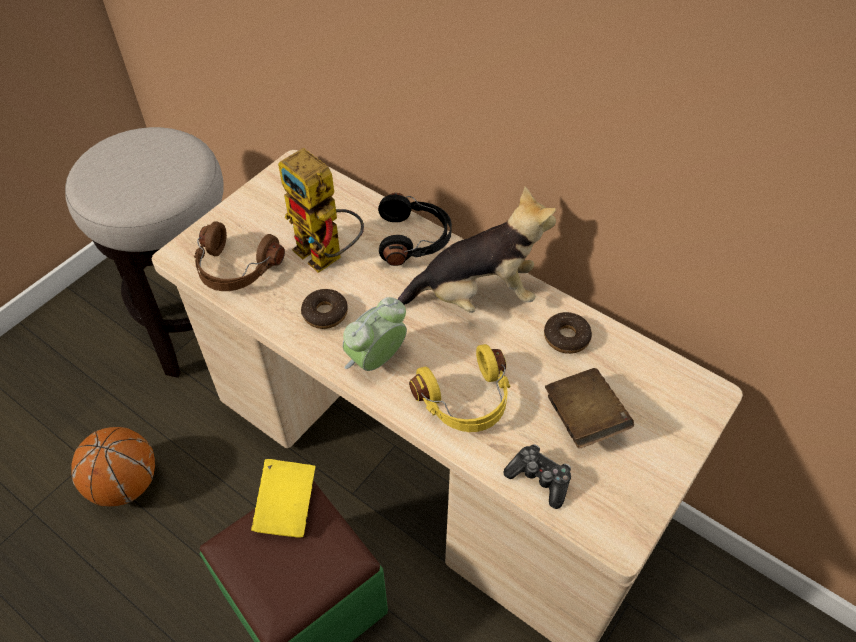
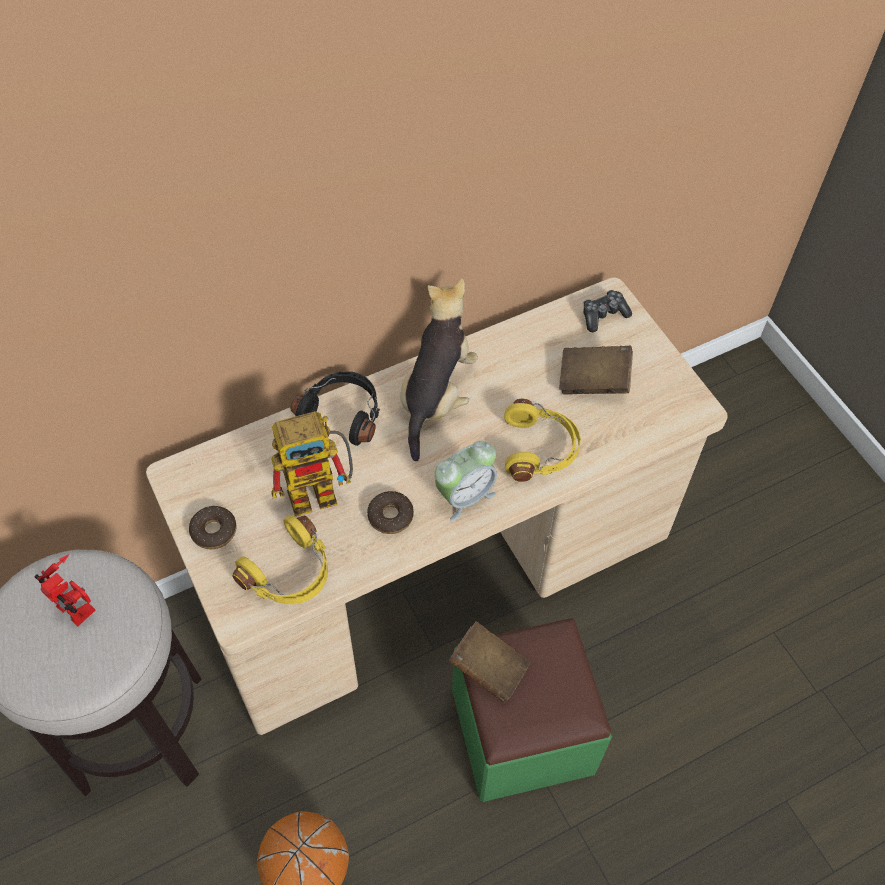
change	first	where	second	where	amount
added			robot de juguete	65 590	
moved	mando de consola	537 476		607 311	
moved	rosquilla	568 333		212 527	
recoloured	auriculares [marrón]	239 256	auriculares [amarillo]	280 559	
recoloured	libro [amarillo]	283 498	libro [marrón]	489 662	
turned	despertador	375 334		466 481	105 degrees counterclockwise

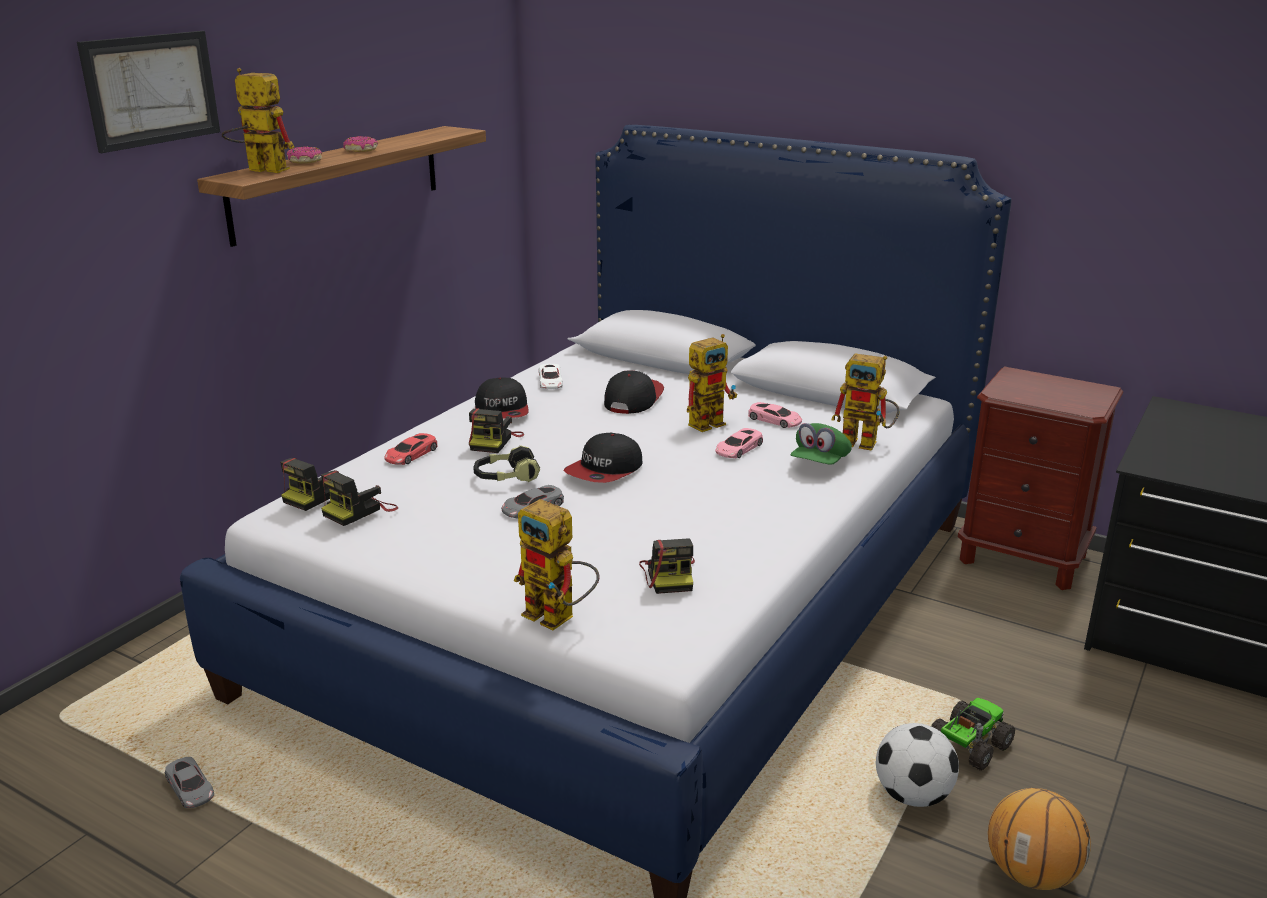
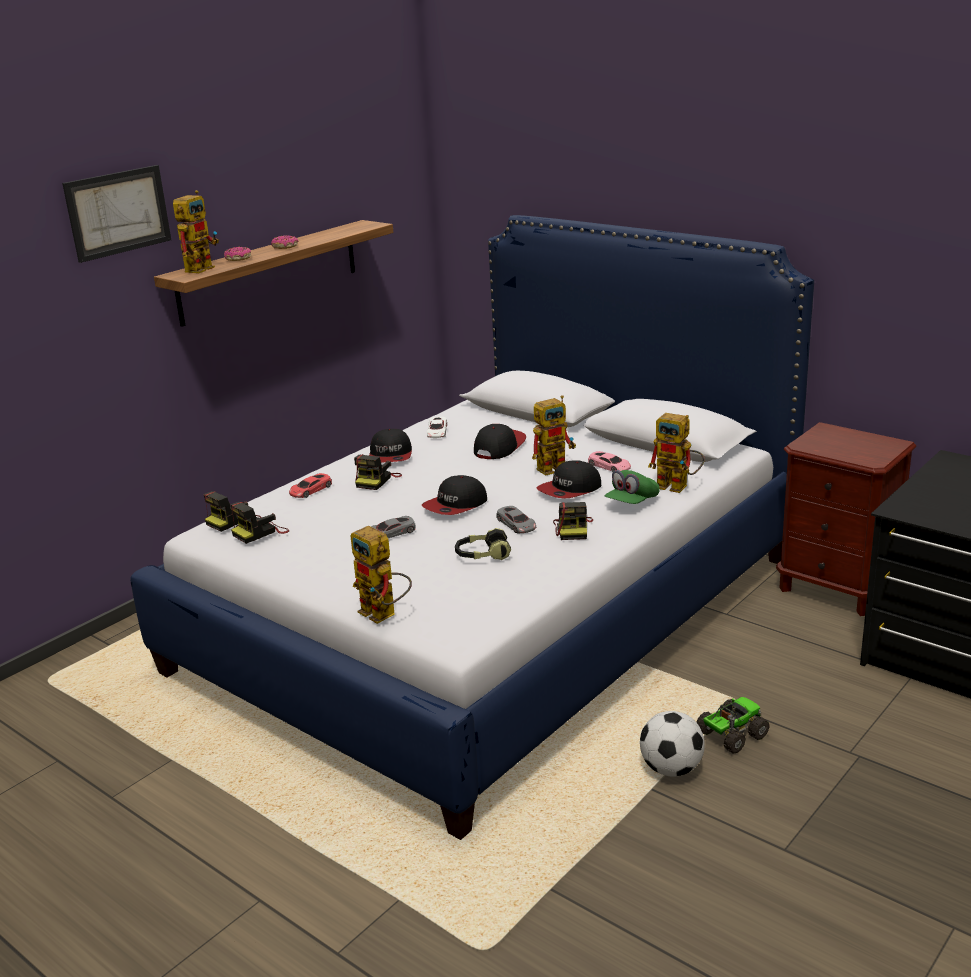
change	first	where	second	where	amount
removed	balón de baloncesto	1039 839			
moved	coche de juguete [gris]	189 782		516 519	
moved	auriculares	506 463		483 544	
moved	cámara	667 566		573 521	
replaced	coche de juguete [rosa]	739 443	gorra	568 479	
turned	robot de juguete	257 120		196 231	90 degrees clockwise

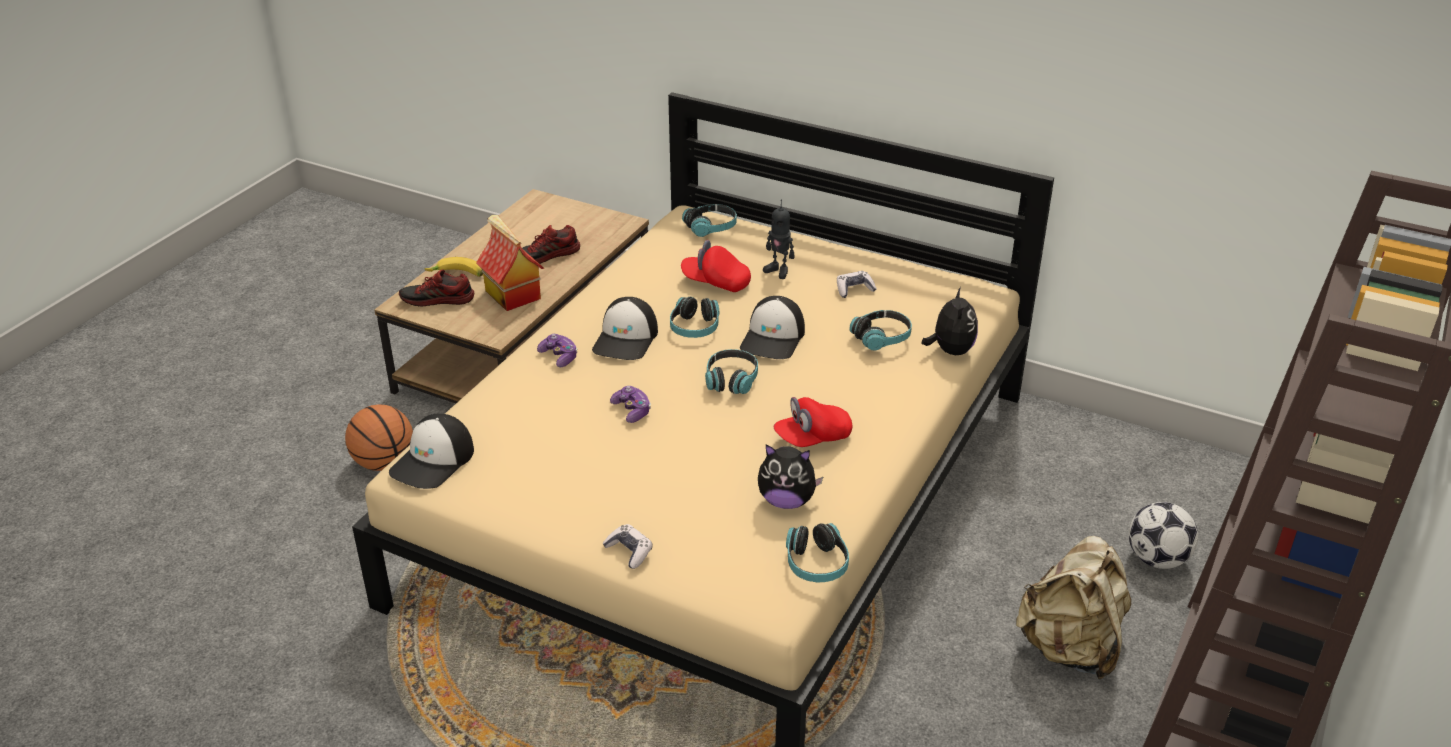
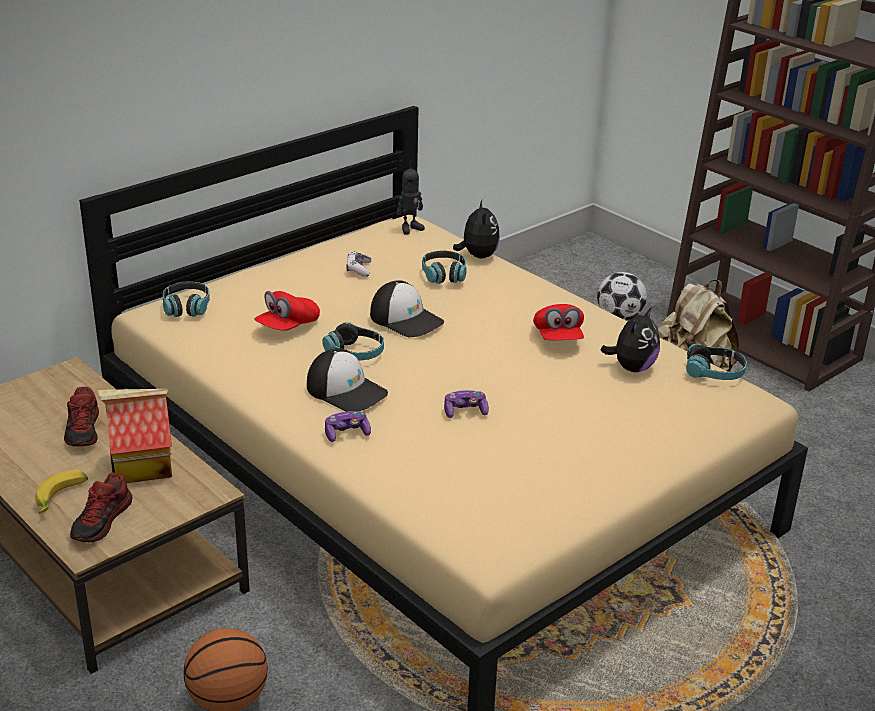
change	first	where	second	where	amount
removed	gorra	431 451			
removed	mando de consola	627 546			
removed	auriculares	731 371			
moved	robot de juguete	778 239		411 198	
turned	peluche	949 321		476 229	60 degrees clockwise

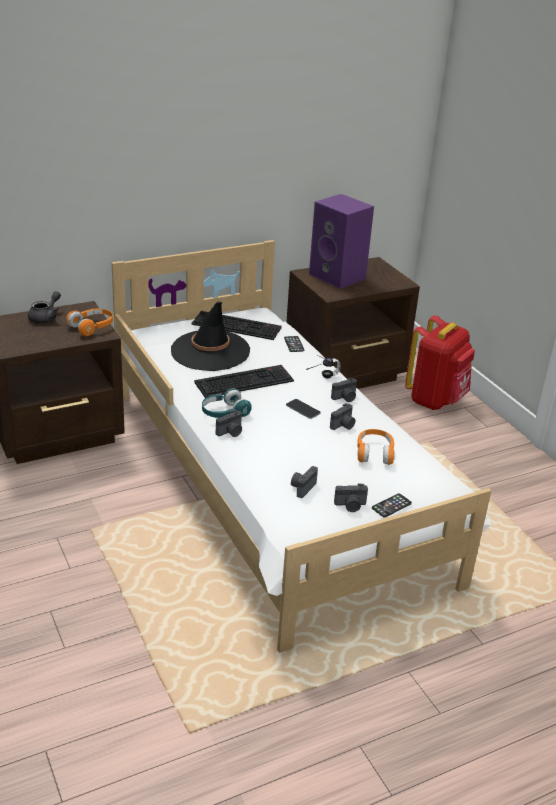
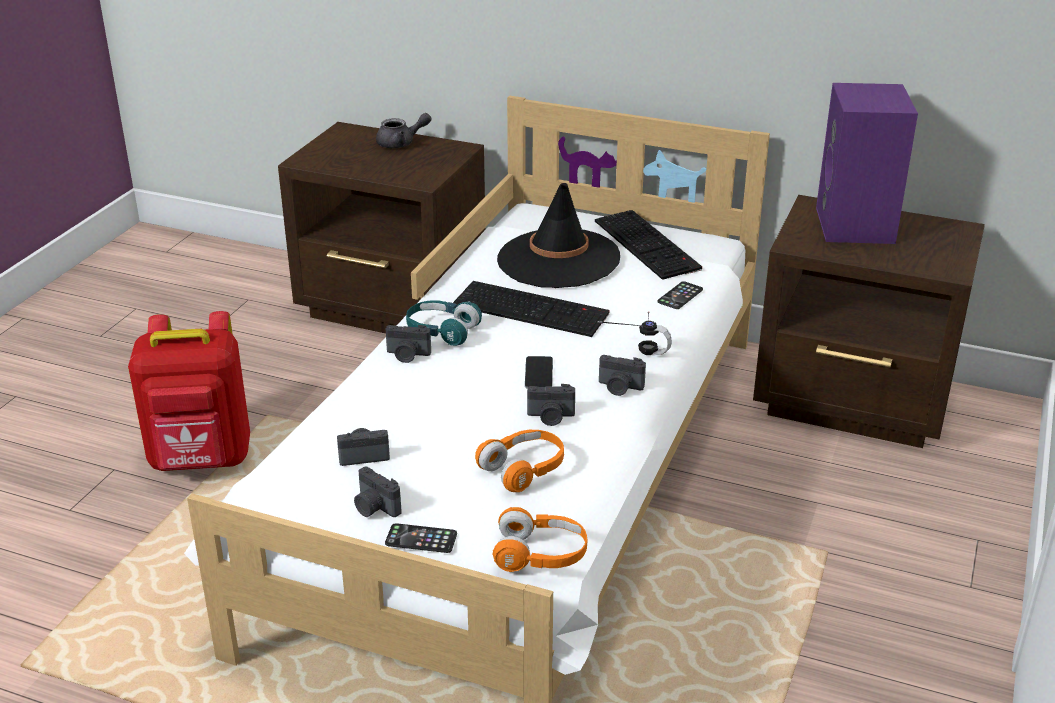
change	first	where	second	where	amount
moved	auriculares [naranja]	89 322		540 539	
moved	mochila [rojo]	440 362		189 391	

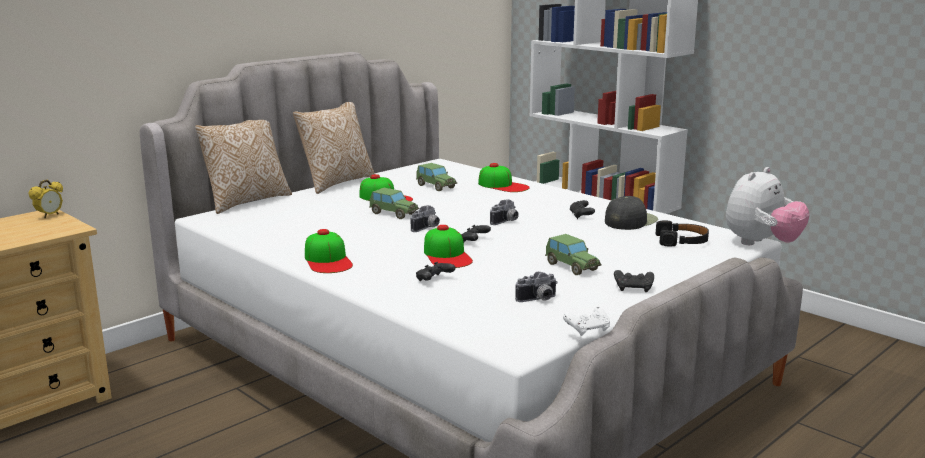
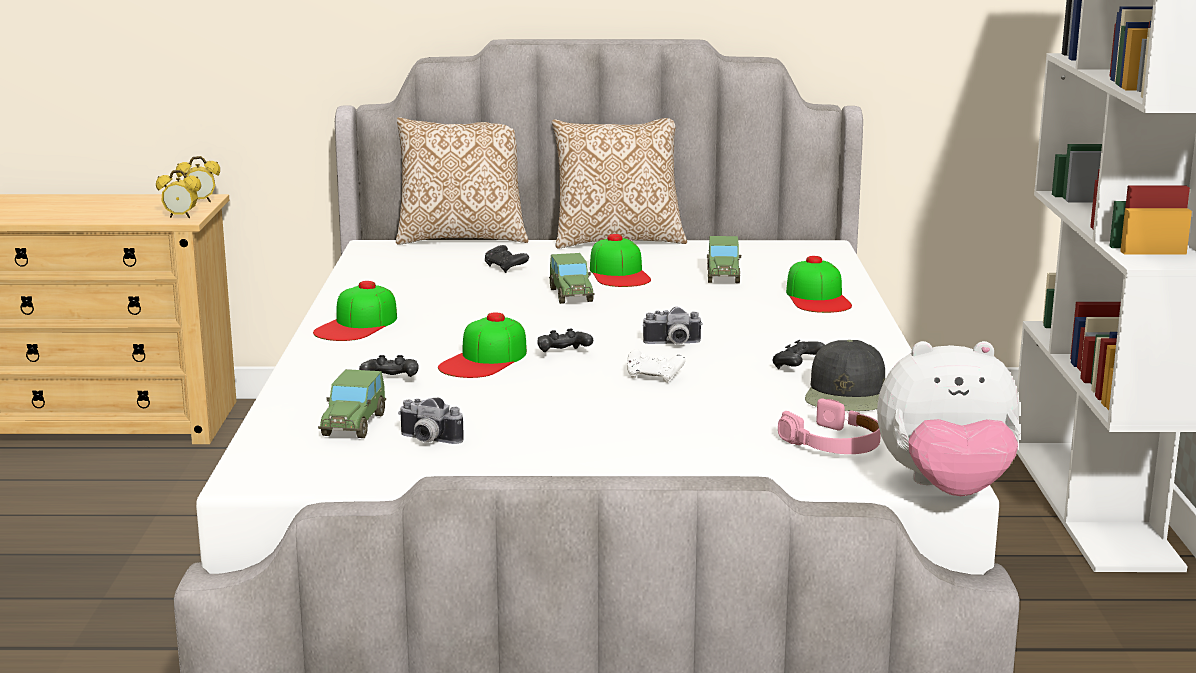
change	first	where	second	where	amount
removed	cámara	425 218			
added			despertador	178 194	
moved	coche de juguete	573 254		352 403	
moved	mando de consola [blanco]	586 321		656 366	
moved	mando de consola [negro]	634 281		507 259	
recoloured	auriculares [negro]	682 233	auriculares [rosa]	829 426	
turned	gorra [negro]	631 213		845 375	105 degrees clockwise

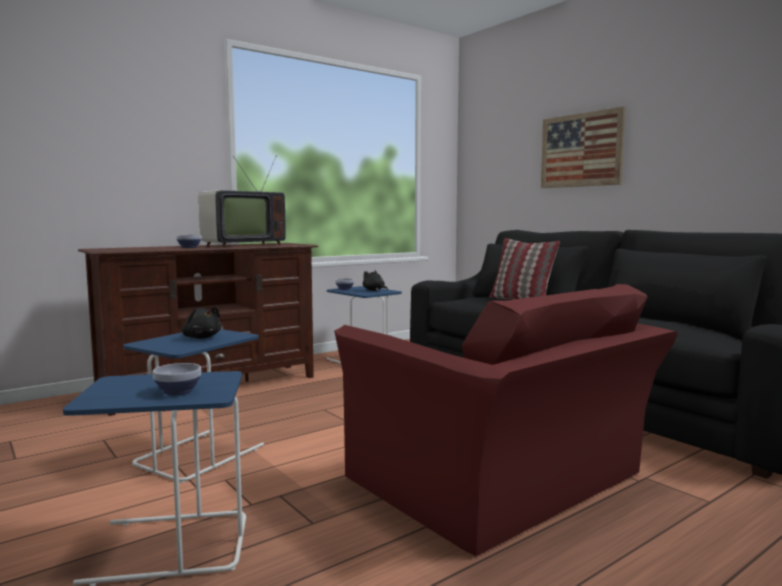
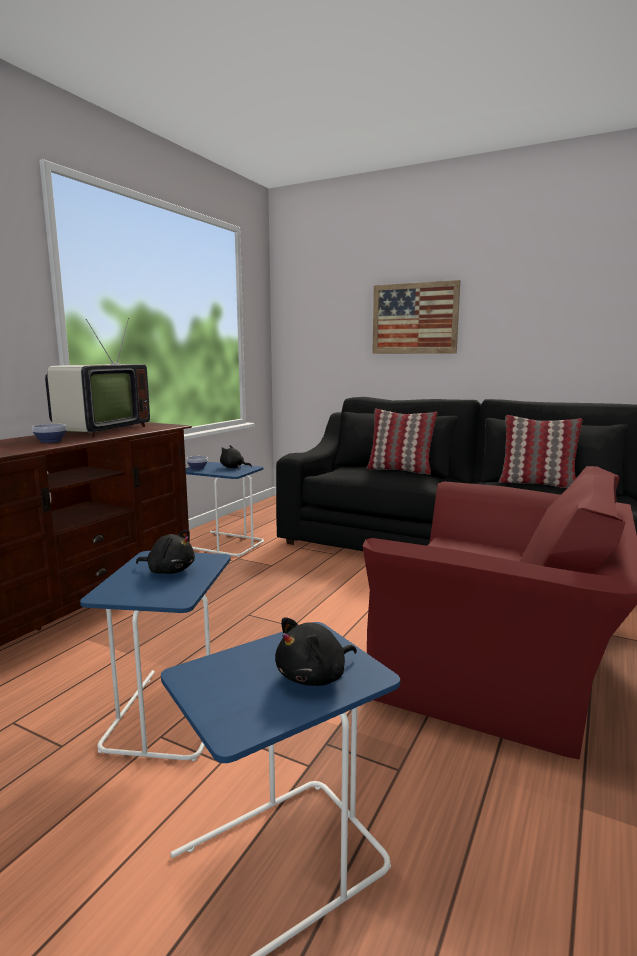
change	first	where	second	where	amount
added			cojín	540 451	
replaced	cuenco	177 379	peluche [negro]	316 651	

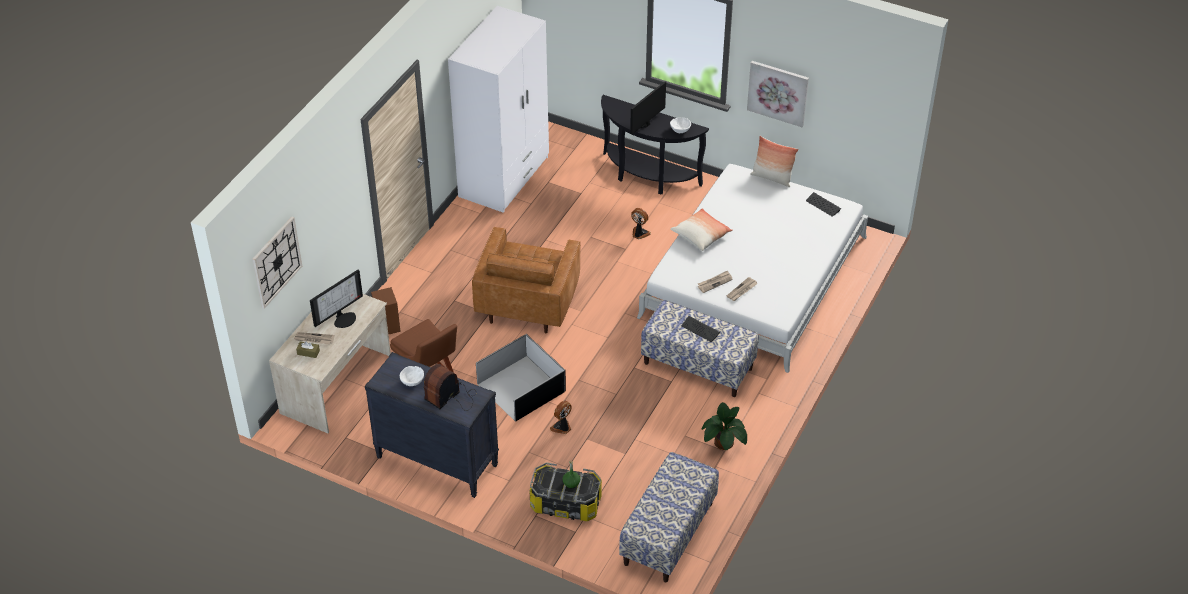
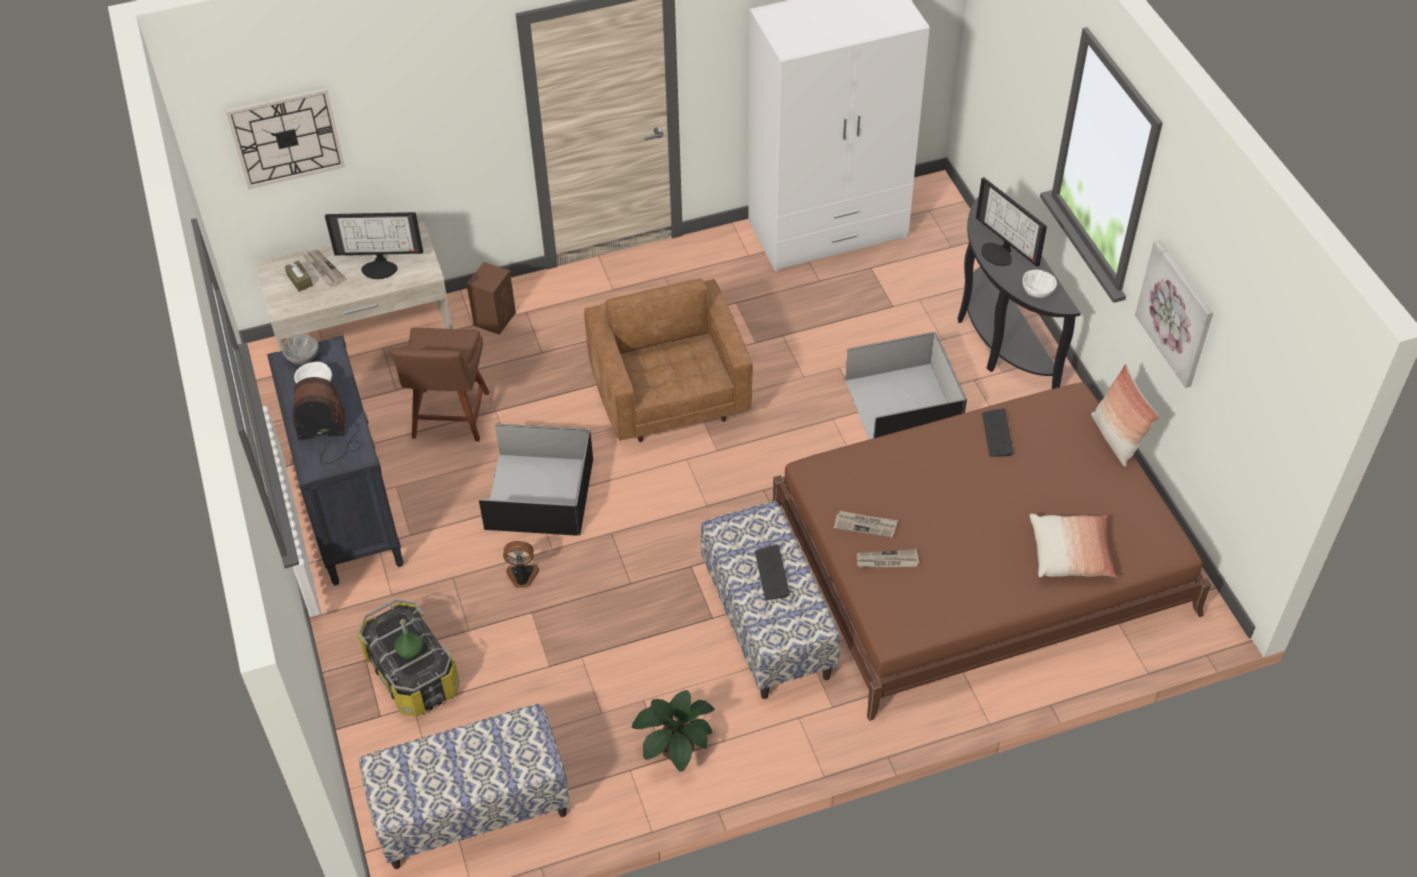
change	first	where	second	where	amount
added			cuenco [gris]	300 349	
moved	cojín	702 229		1073 545	
moved	teclado	823 204		997 432	
replaced	ventilador	641 223	caja de almacenaje [negro]	906 385	
recoloured	cama [blanco]	752 268	cama [marrón]	991 551	
turned	sillón [marrón]	526 280		668 360	105 degrees clockwise
turned	monitor	648 108		1011 222	120 degrees counterclockwise

